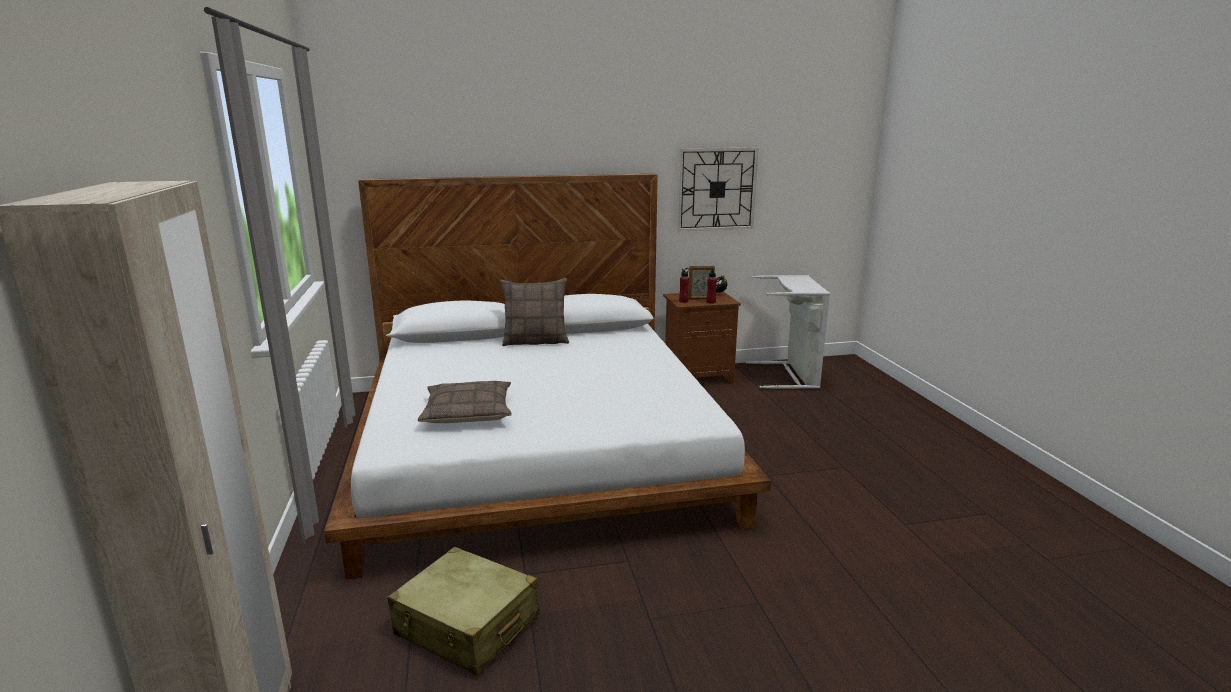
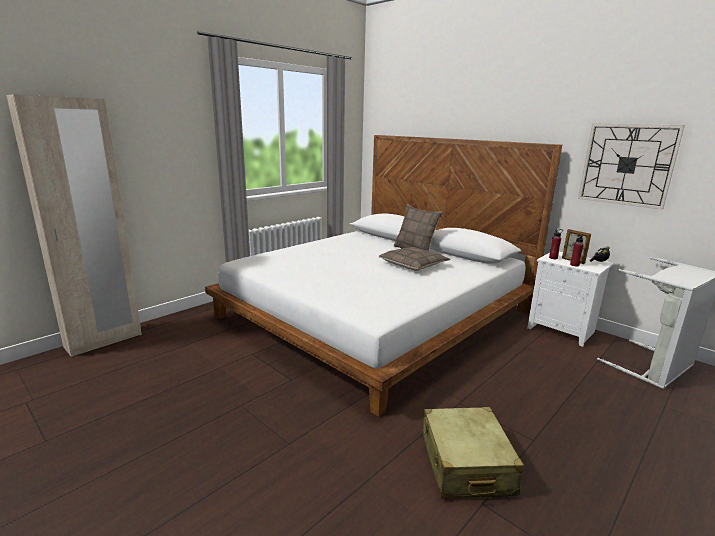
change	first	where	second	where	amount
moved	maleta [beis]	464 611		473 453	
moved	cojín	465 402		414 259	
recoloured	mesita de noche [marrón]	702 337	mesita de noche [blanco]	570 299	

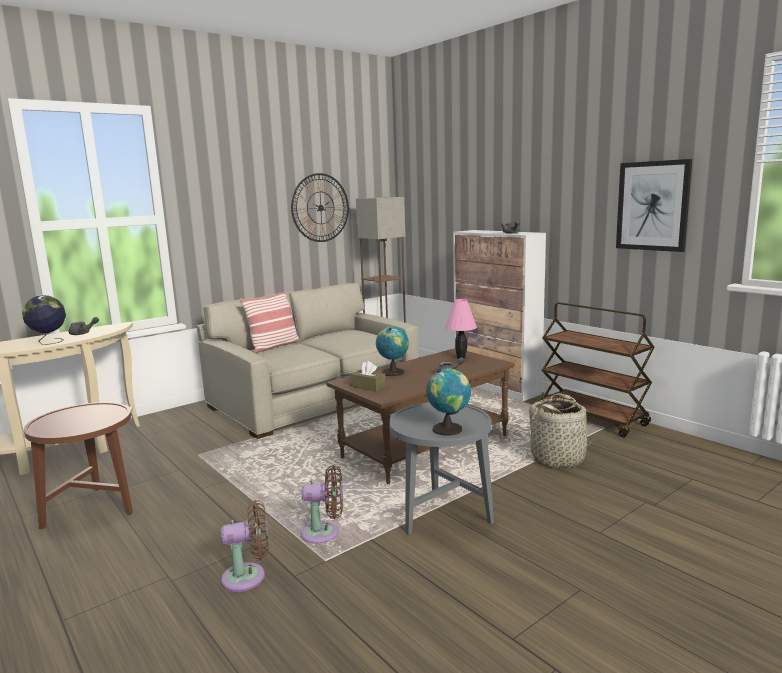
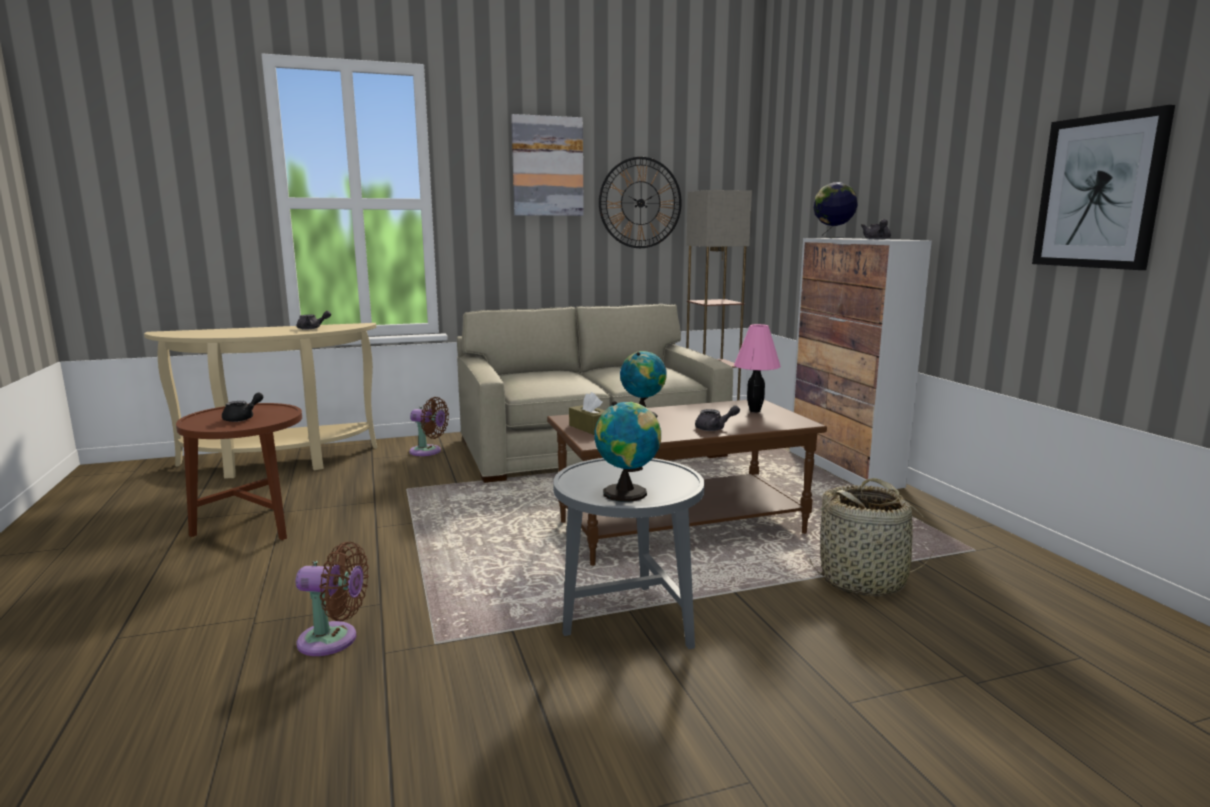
change	first	where	second	where	amount
removed	cojín	270 322			
removed	carrito [marrón]	597 369			
added			tetera [negro]	242 407	
added			cuadro	547 165	
moved	globo terráqueo	44 320		835 210	
moved	ventilador [marrón]	321 504		429 426	

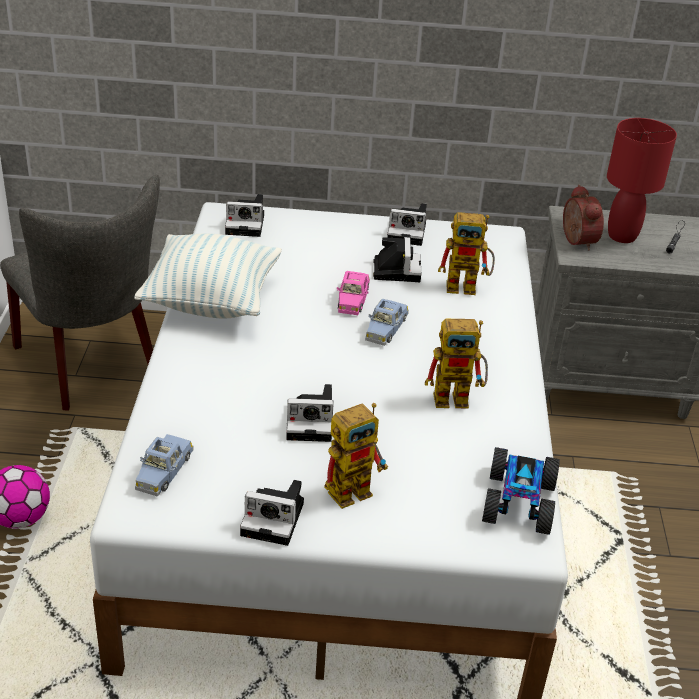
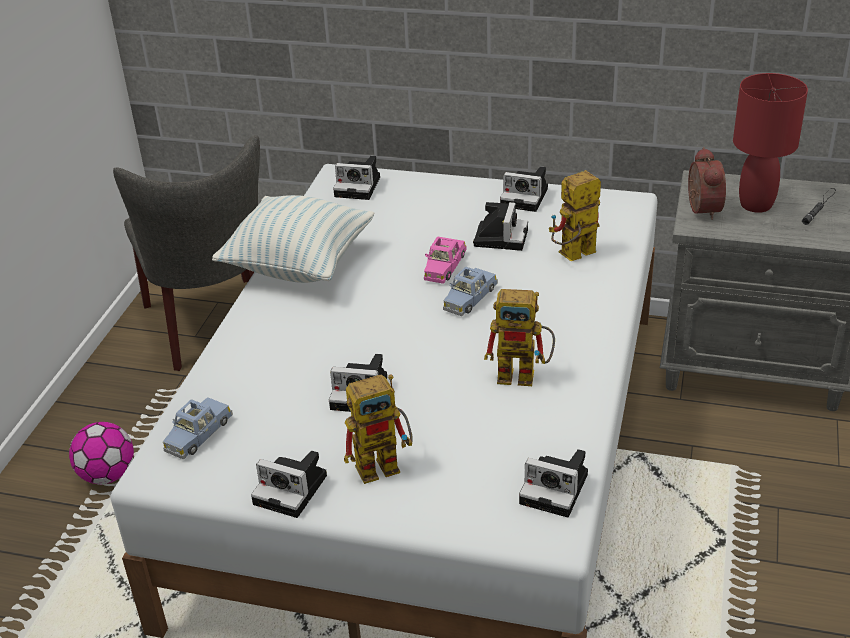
change	first	where	second	where	amount
replaced	coche de juguete	521 491	cámara	553 483	
turned	robot de juguete	466 253		575 215	135 degrees clockwise

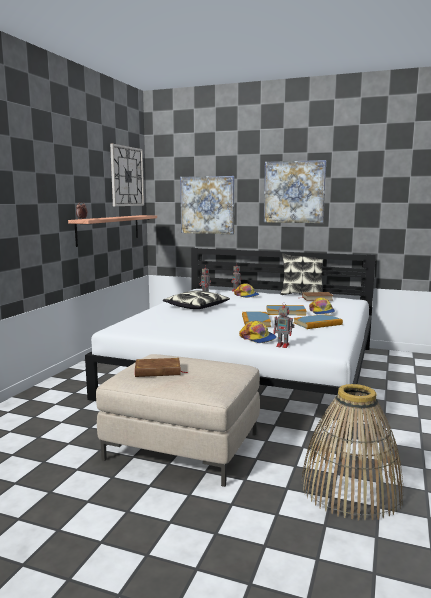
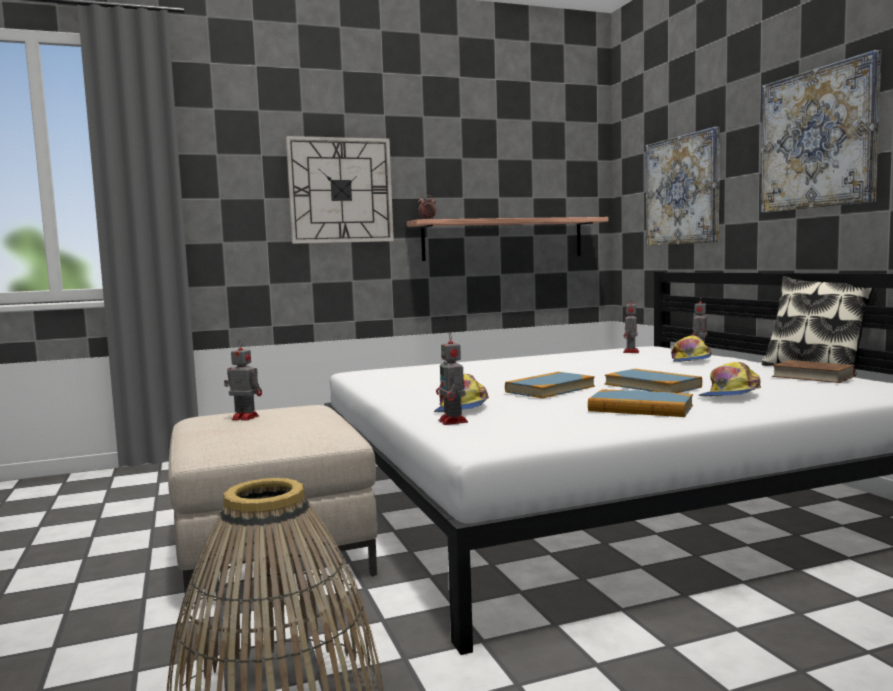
change	first	where	second	where	amount
removed	cojín	196 299			
moved	reloj de pared	127 175		340 190	
replaced	libro [marrón]	161 367	robot de juguete	243 380	

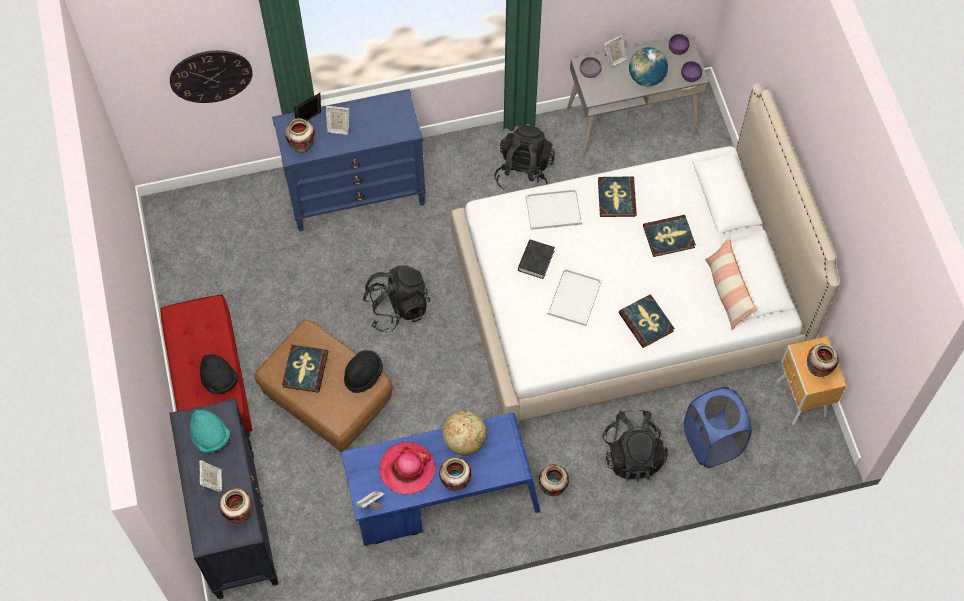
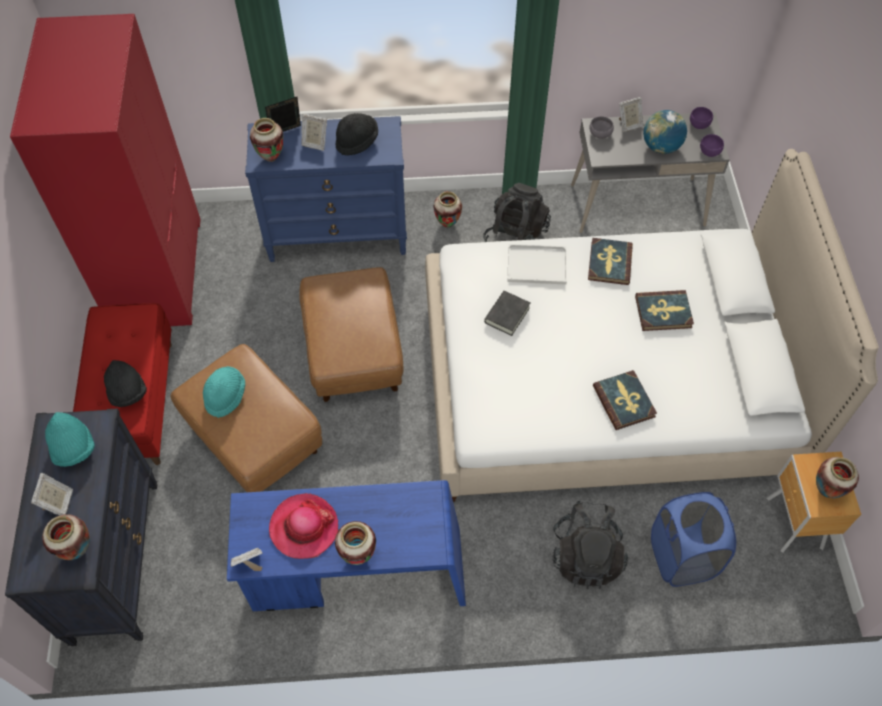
change	first	where	second	where	amount
removed	reloj de pared	211 76			
removed	globo terráqueo	464 433			
removed	bandeja [blanco]	574 297			
removed	cojín	731 283			
added			armario ropero [rojo]	105 170	
moved	sombrero [negro]	363 371		357 134	
moved	florero	554 480		447 209	
replaced	libro	305 369	sombrero [turquesa]	224 392	
replaced	mochila [negro]	396 299	puf [marrón]	351 334	

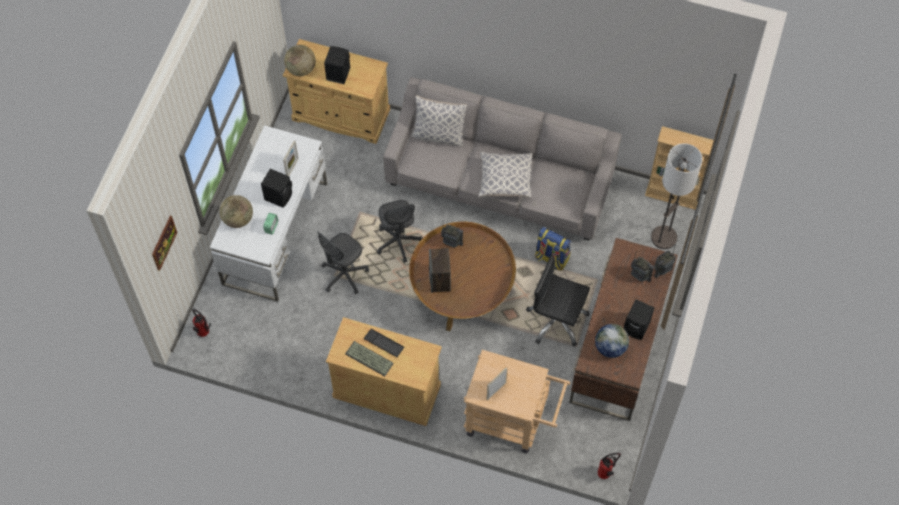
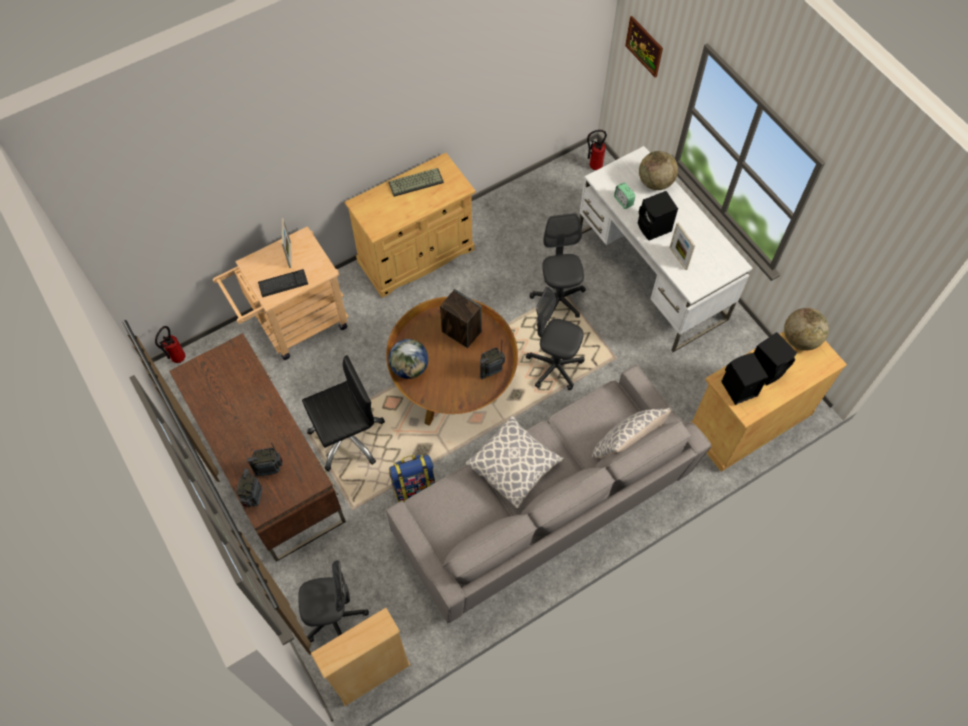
change	first	where	second	where	amount
moved	teclado	384 343		283 283	
moved	globo terráqueo	612 341		408 359	
moved	altavoz [negro]	639 319		744 379	
replaced	lámpara de pie	676 196	silla de oficina [gris]	333 601	

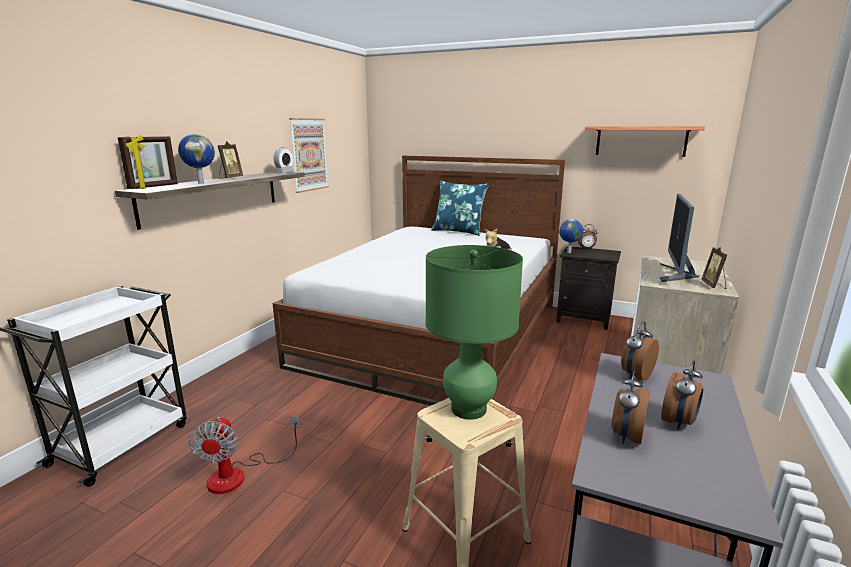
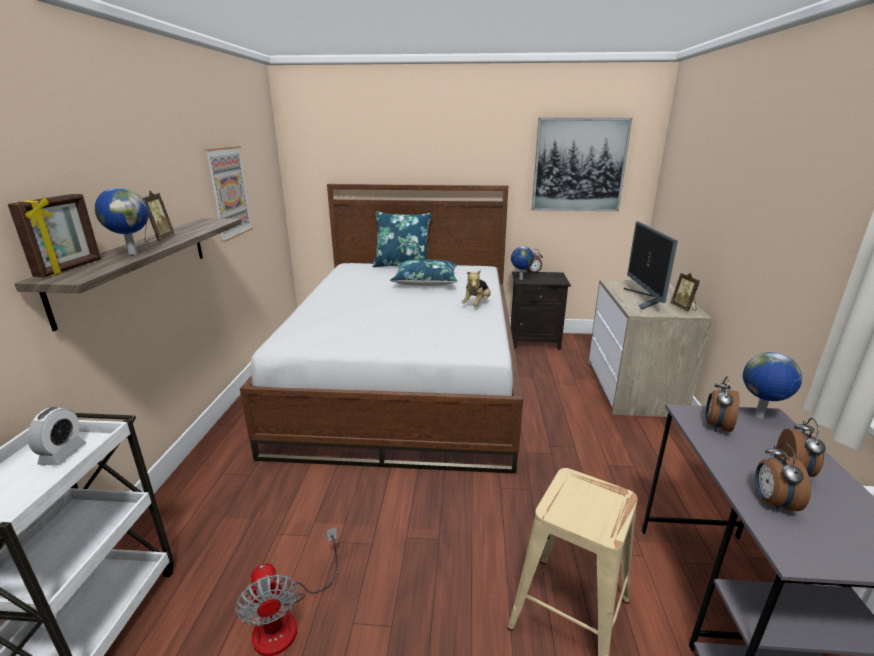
change	first	where	second	where	amount
removed	lámpara de mesa [verde]	474 332			
added			cojín [azul]	423 273	
added			globo terráqueo	772 385	
moved	despertador	283 160		56 436	
replaced	estante	645 141	cuadro	582 164	

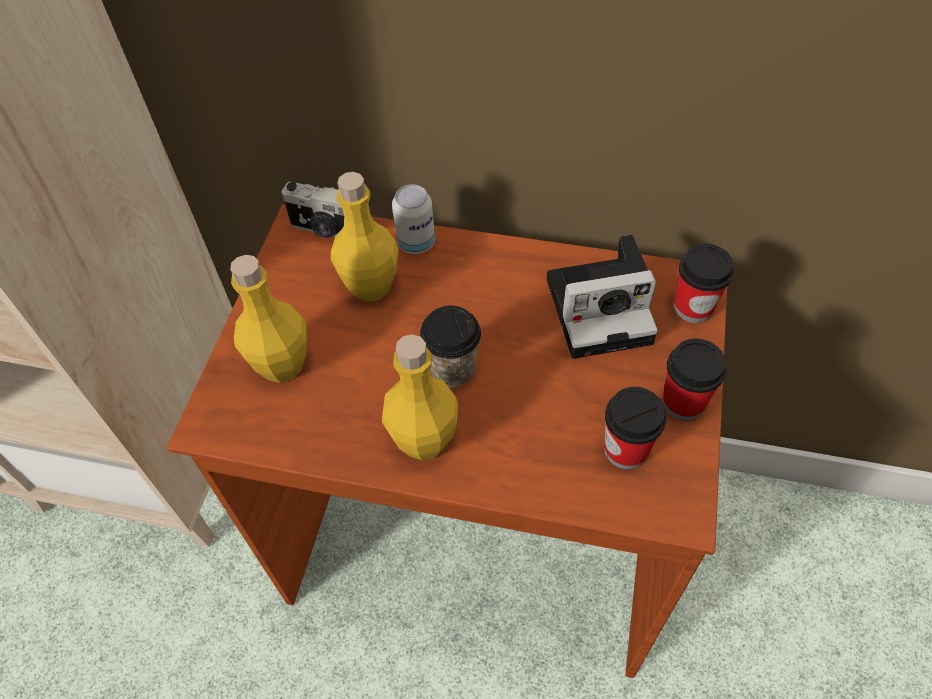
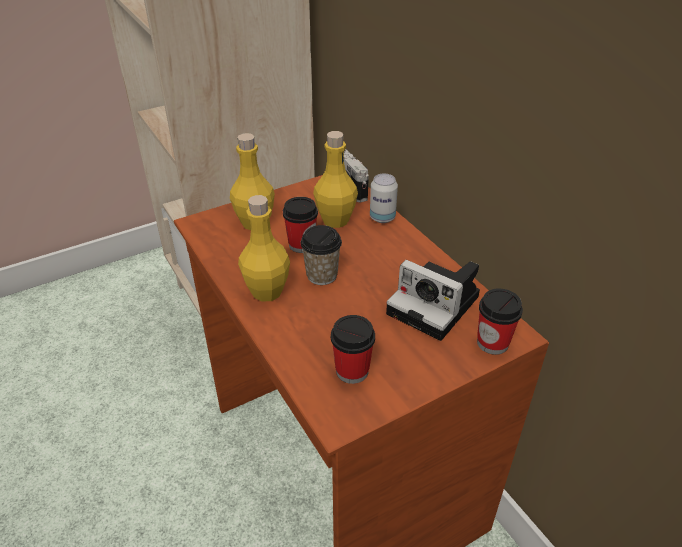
change	first	where	second	where	amount
moved	taza	694 380		300 225	

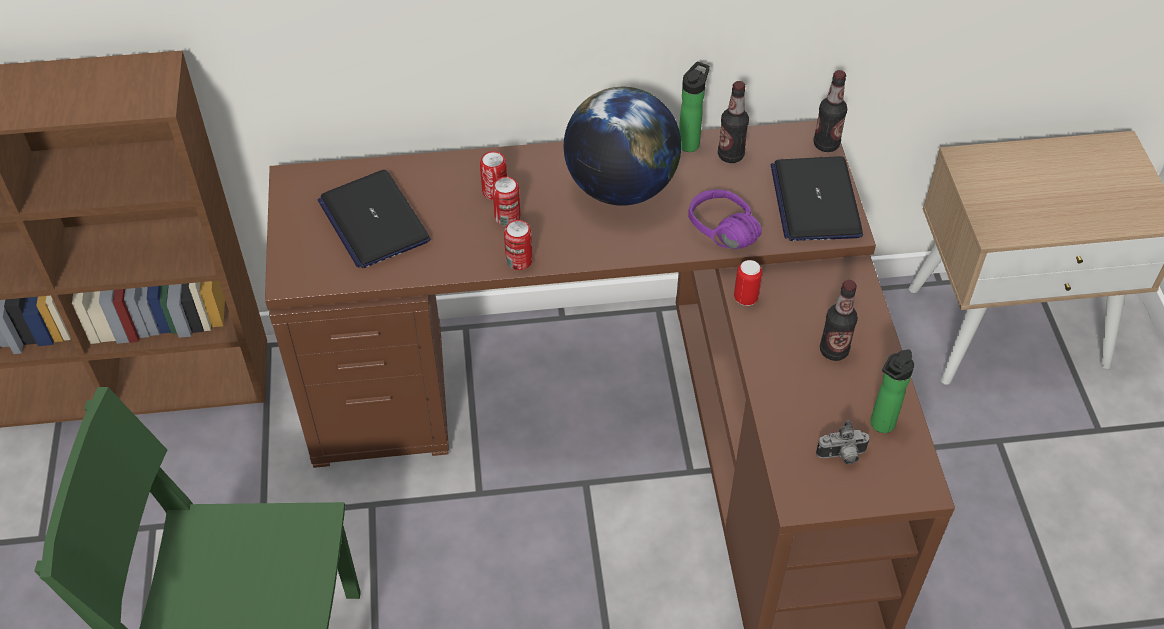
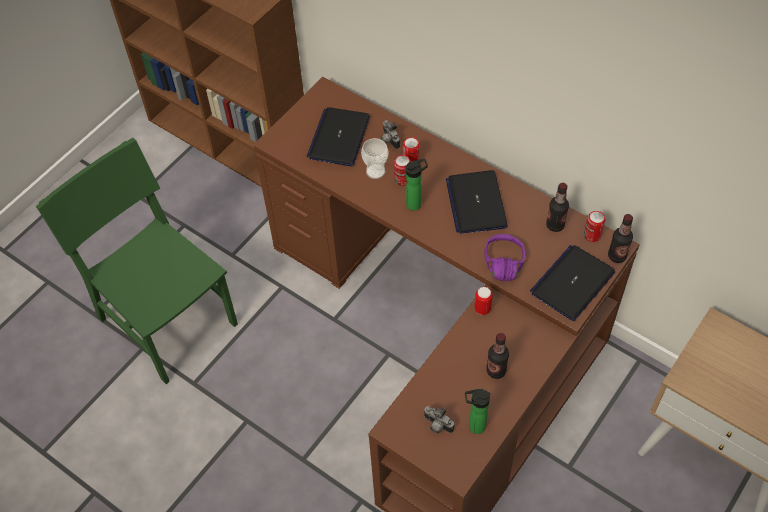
change	first	where	second	where	amount
added			taza	374 158	
added			cámara	390 134	
moved	lata	518 245		594 226	
moved	botella	694 107		417 185	
replaced	globo terráqueo	622 146	portátil	477 202	

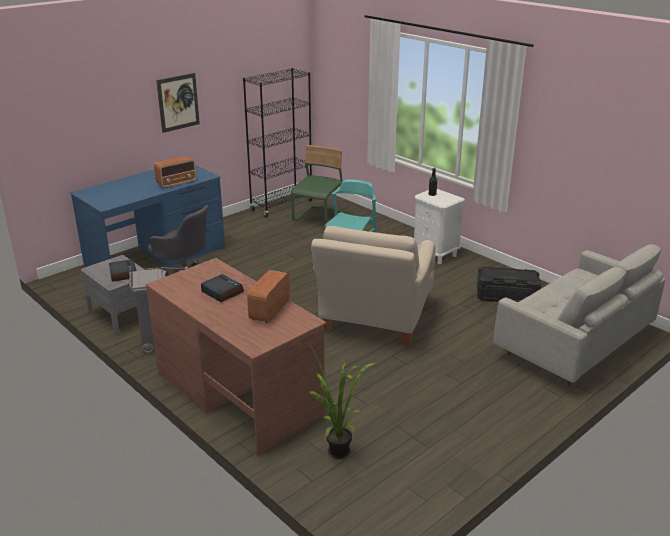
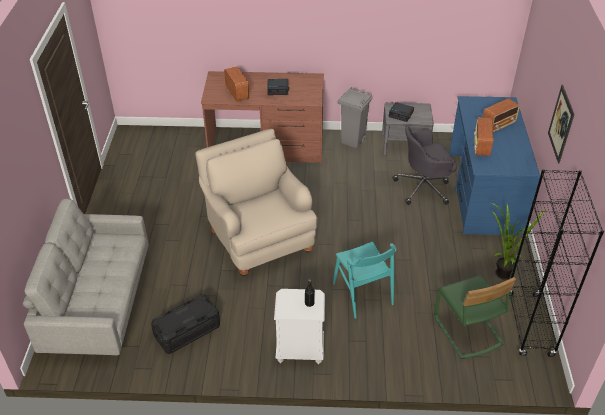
change	first	where	second	where	amount
added			radio	501 115	
moved	planta en maceta	340 400		518 241	

